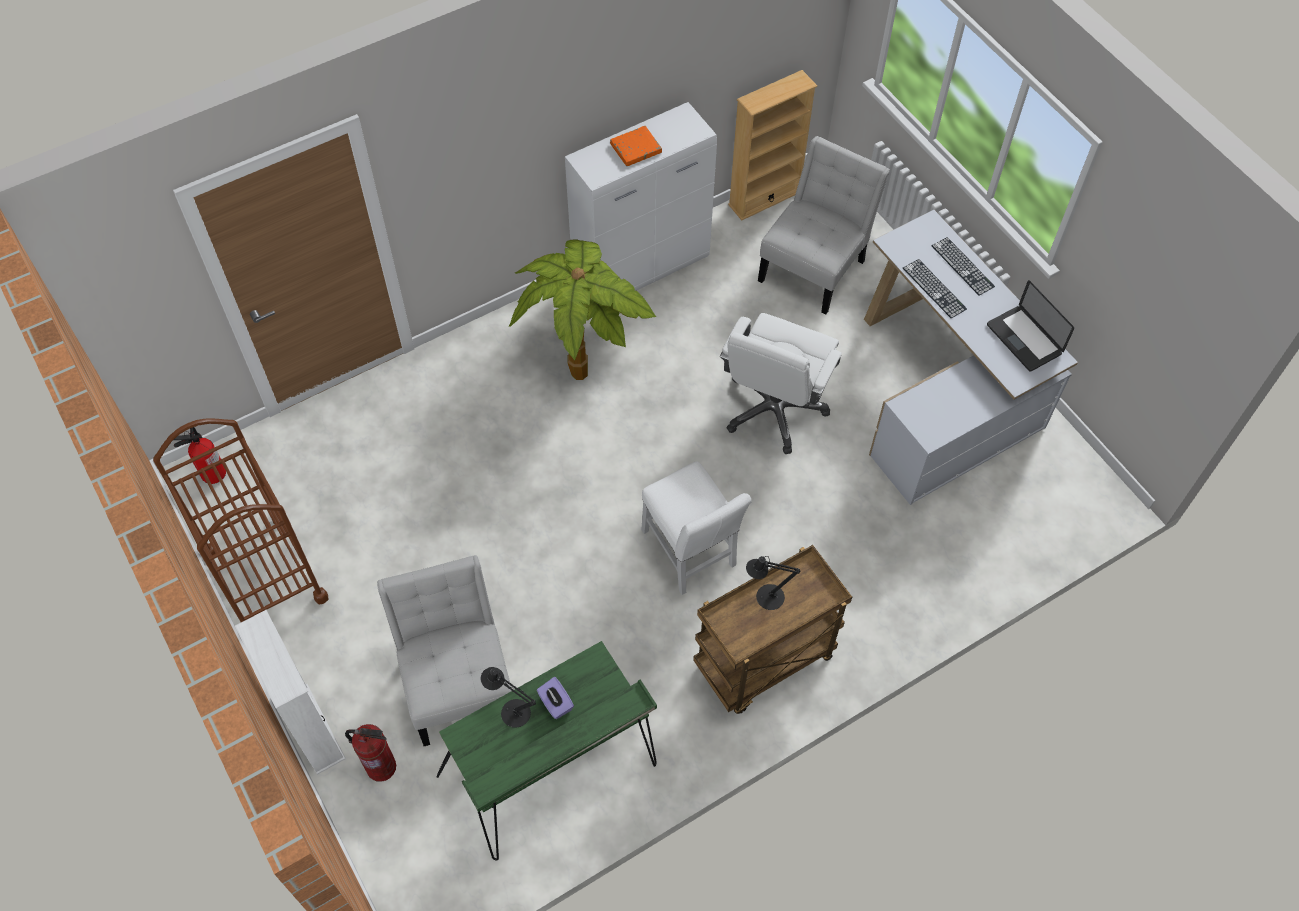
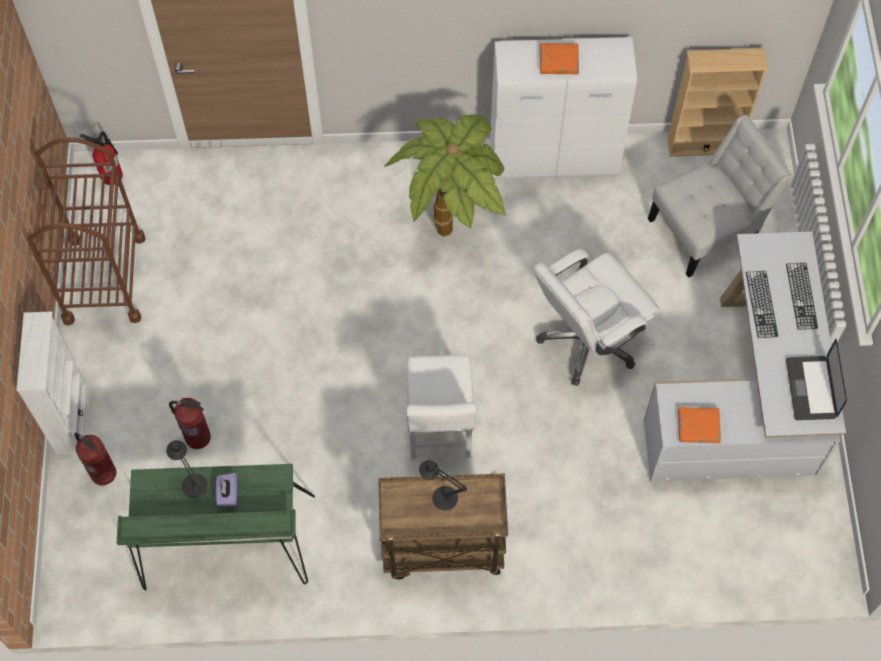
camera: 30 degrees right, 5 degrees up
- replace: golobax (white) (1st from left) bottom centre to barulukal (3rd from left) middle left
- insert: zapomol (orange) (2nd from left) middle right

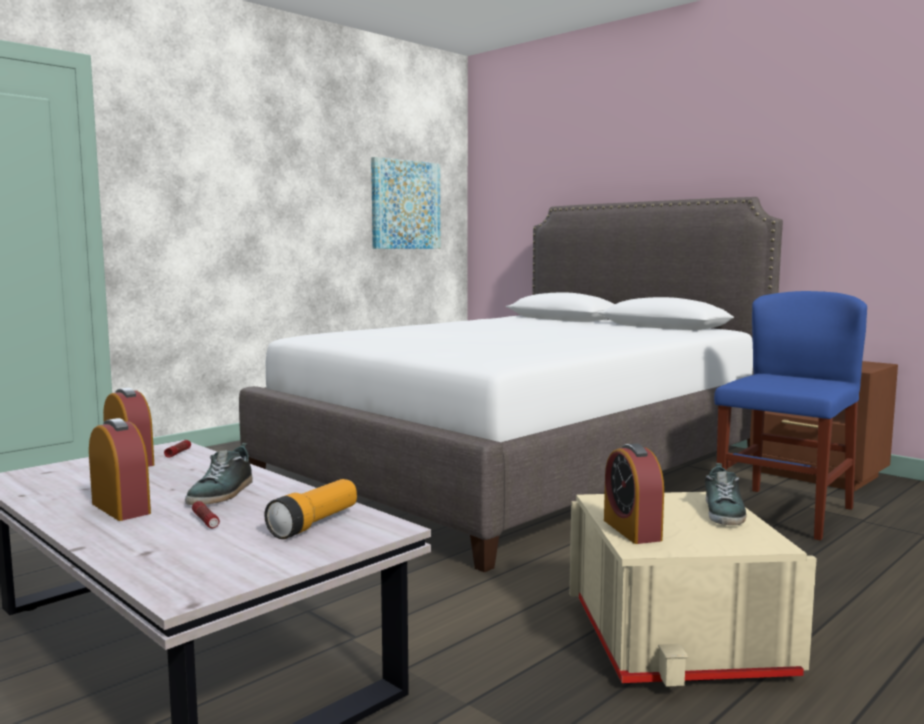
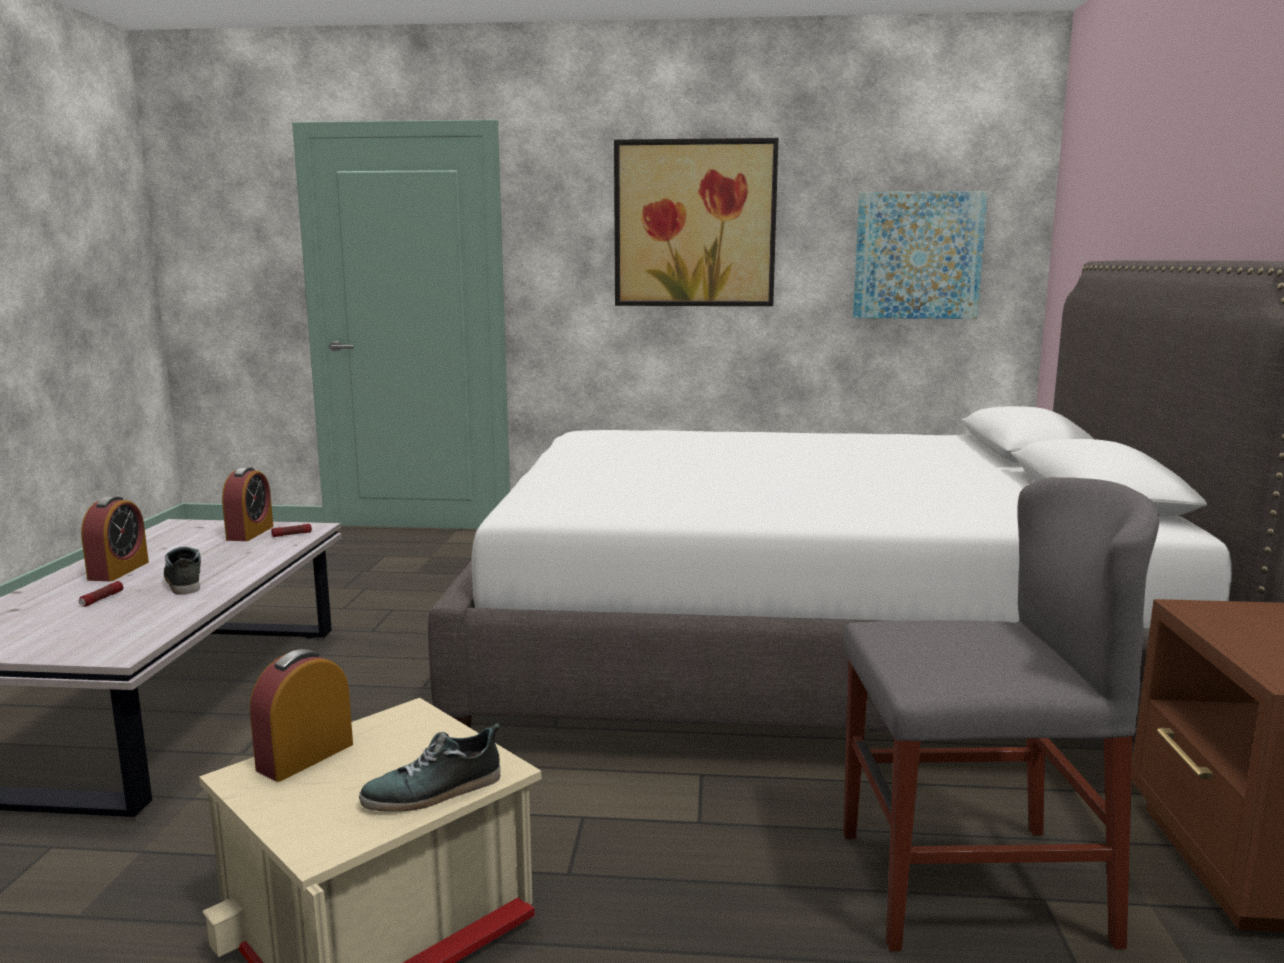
camera: 50 degrees right, 5 degrees up
- rotate: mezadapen (1st from left) middle left = middle left 90 degrees clockwise
- delete: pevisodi (3rd from left) bottom centre
- recolor: golobax (blue) middle right to golobax (grey) bottom right
- insert: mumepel (1st from left) top centre

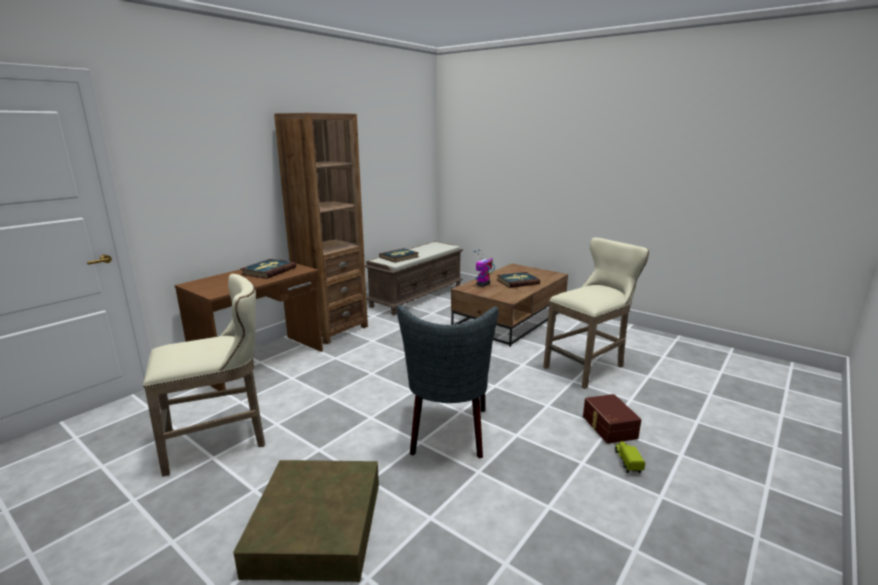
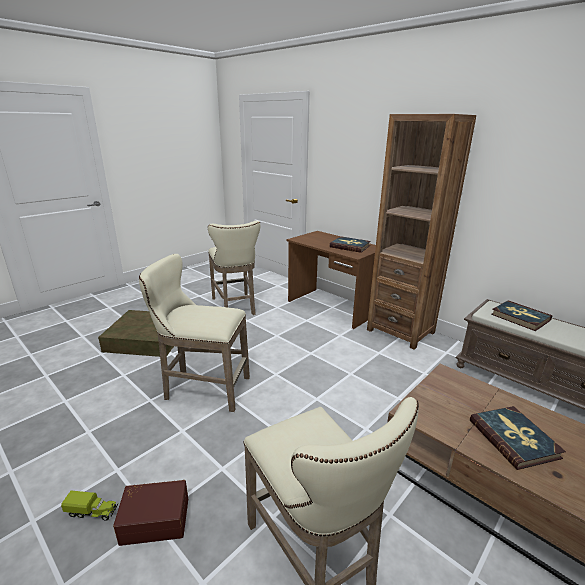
camera: 95 degrees right, 5 degrees up
- replace: golobax (grey) centre to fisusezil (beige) (1st from left) middle left
- delete: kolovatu centre

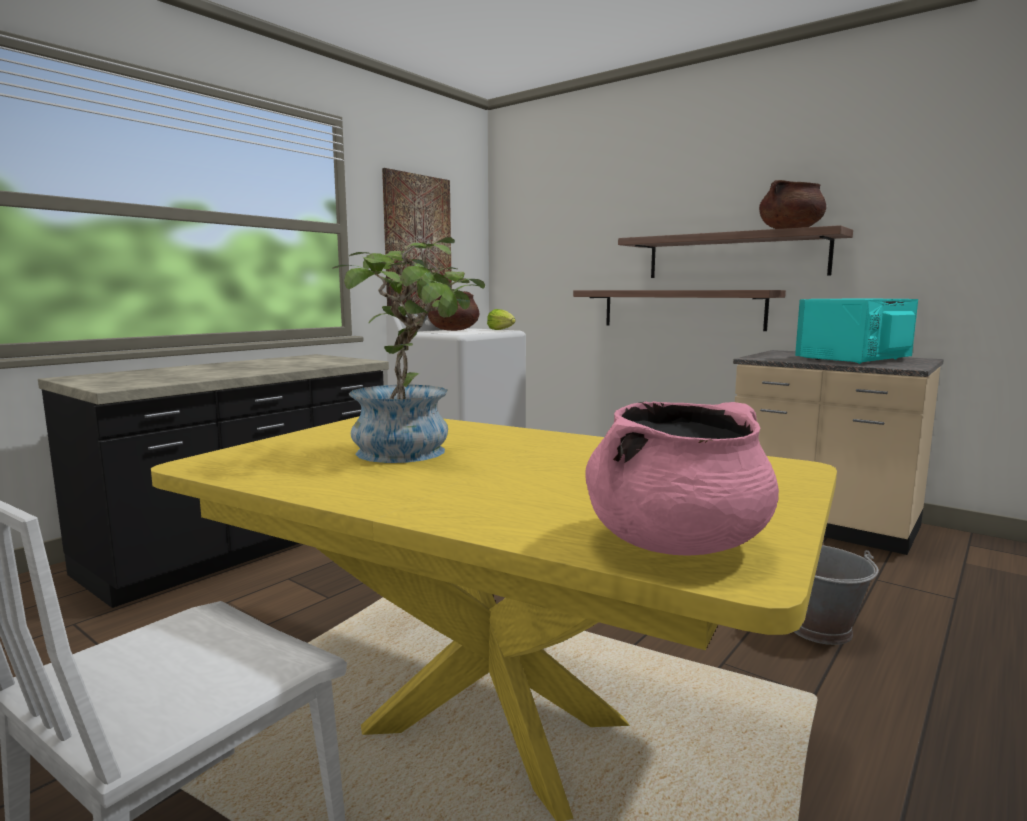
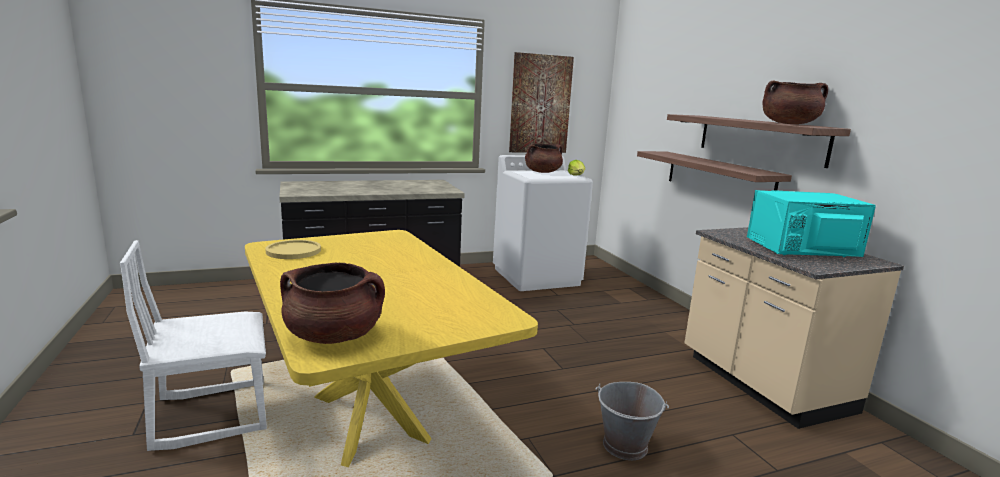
camera: 30 degrees right, 5 degrees up
- delete: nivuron centre
- recolor: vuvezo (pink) centre to vuvezo (brown) (1st from left) middle left
- insert: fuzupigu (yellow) middle left

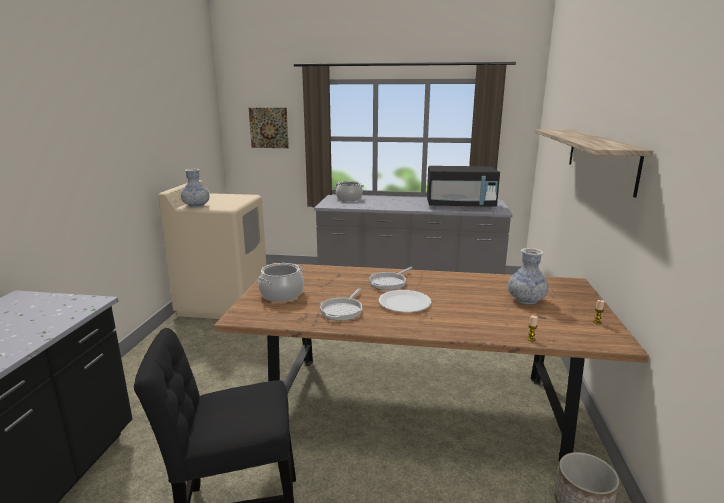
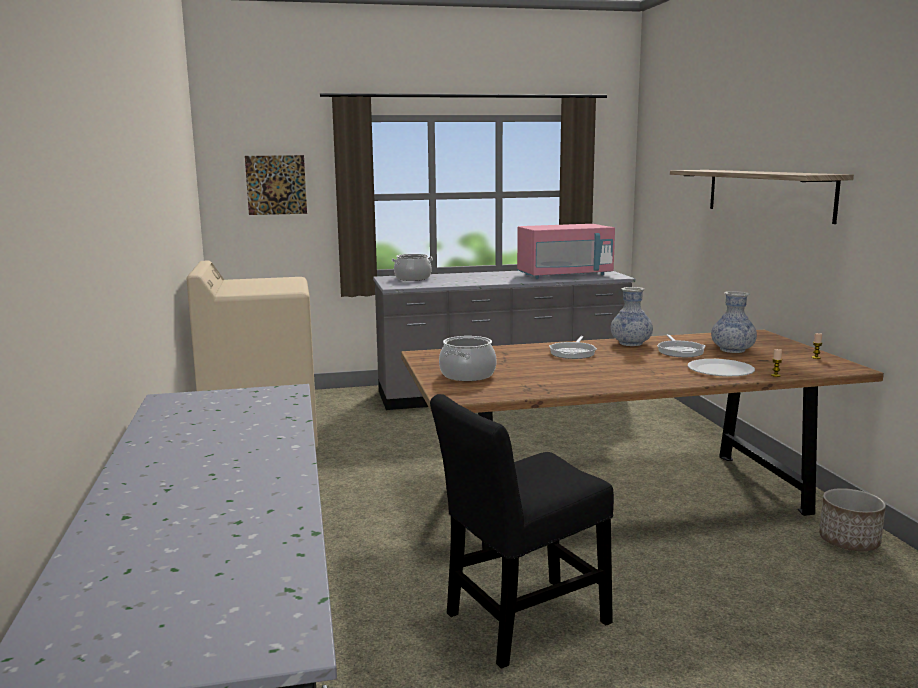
camera: 20 degrees left, 5 degrees down
- move: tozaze (1st from left) middle left to middle right
- move: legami (1st from left in the first image) centre to legami (2nd from left) middle right
- move: fuzupigu (white) centre to middle right
- recolor: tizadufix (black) centre to tizadufix (pink) centre

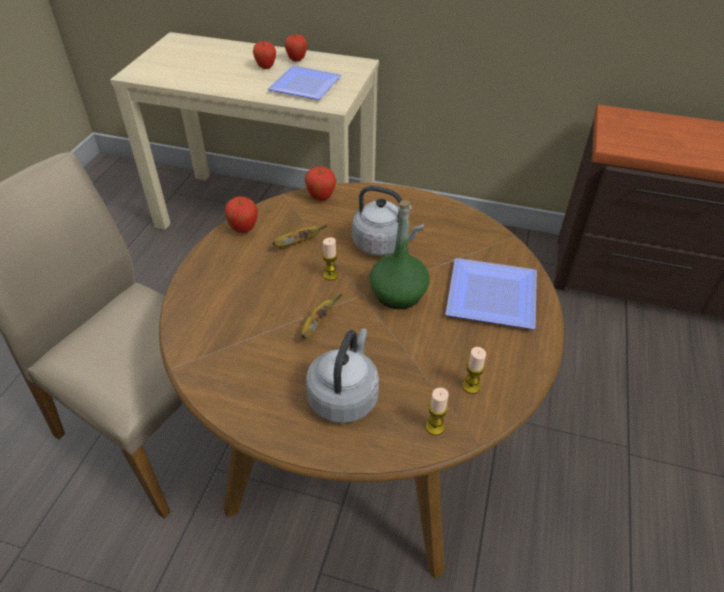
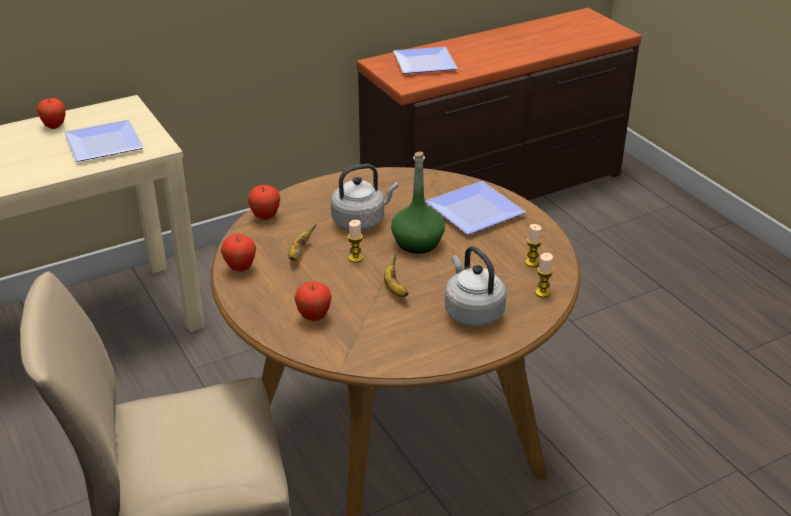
camera: 45 degrees left, 10 degrees down
- move: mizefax (2nd from left in the first image) top centre to mizefax (4th from left) centre
- insert: fuzupigu (2nd from left) top centre

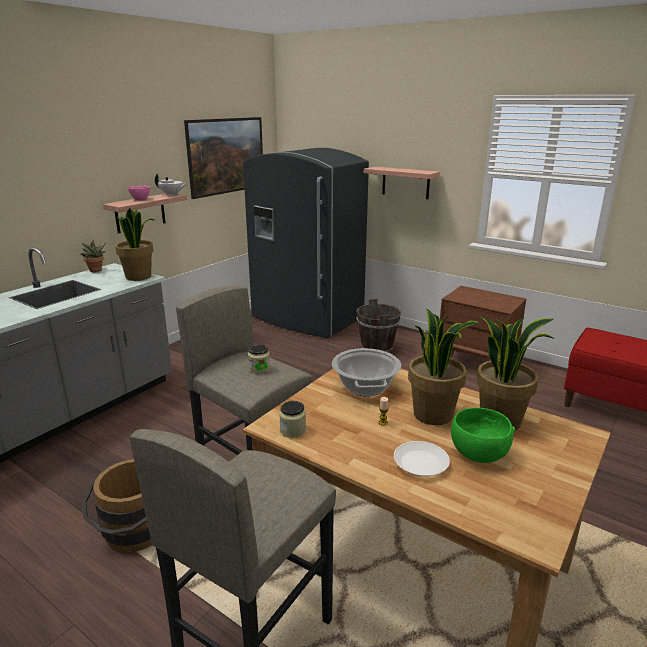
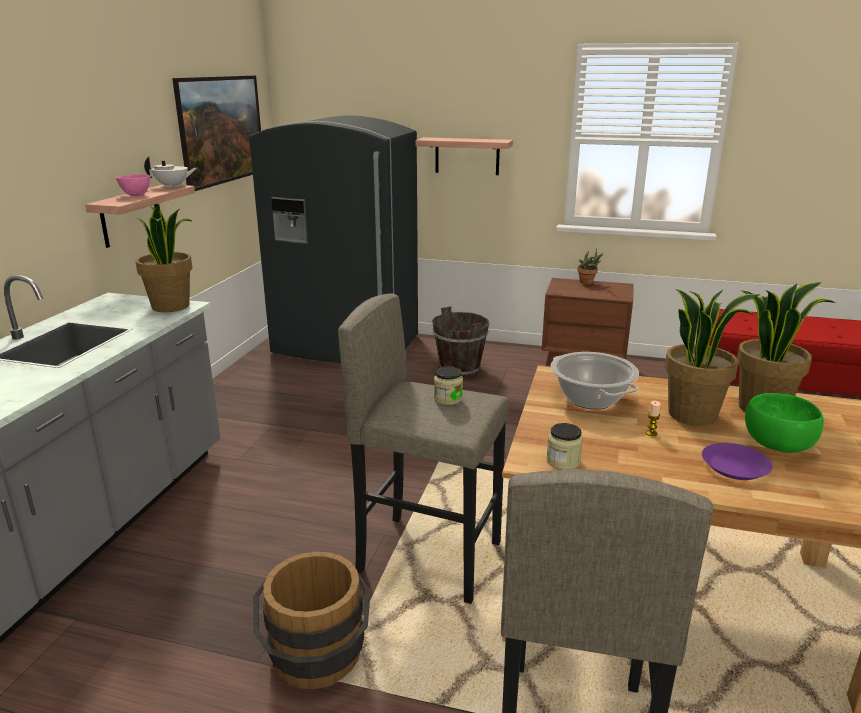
camera: 20 degrees left, 0 degrees up
- move: nivuron (1st from left in the first image) middle left to nivuron (2nd from left) middle right
- recolor: fuzupigu (white) bottom centre to fuzupigu (purple) middle right

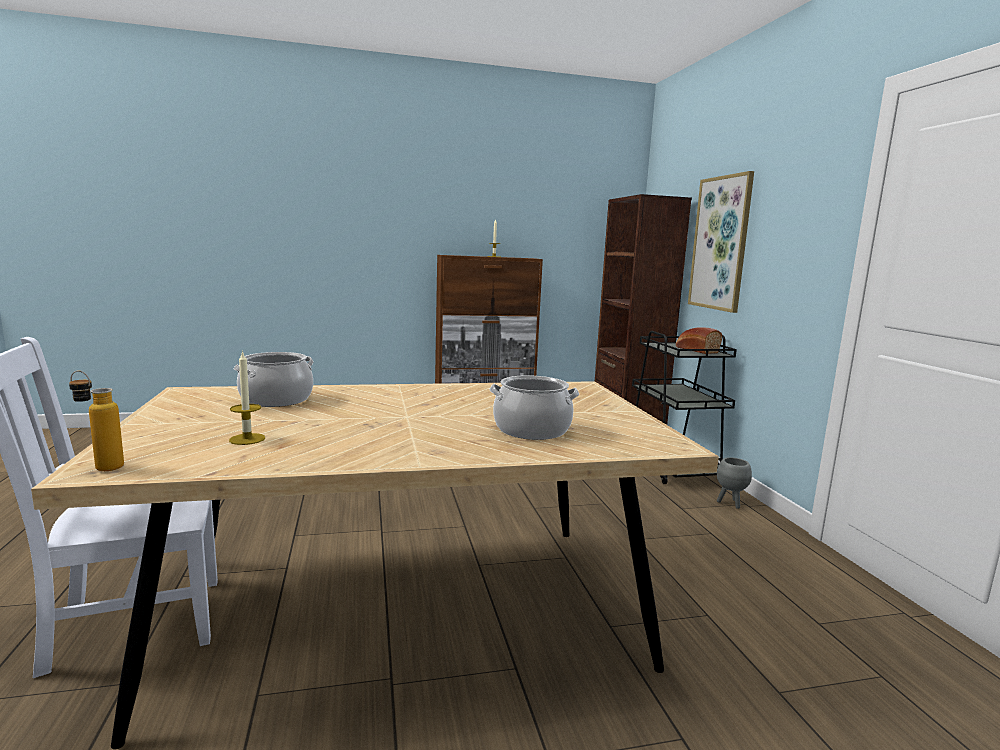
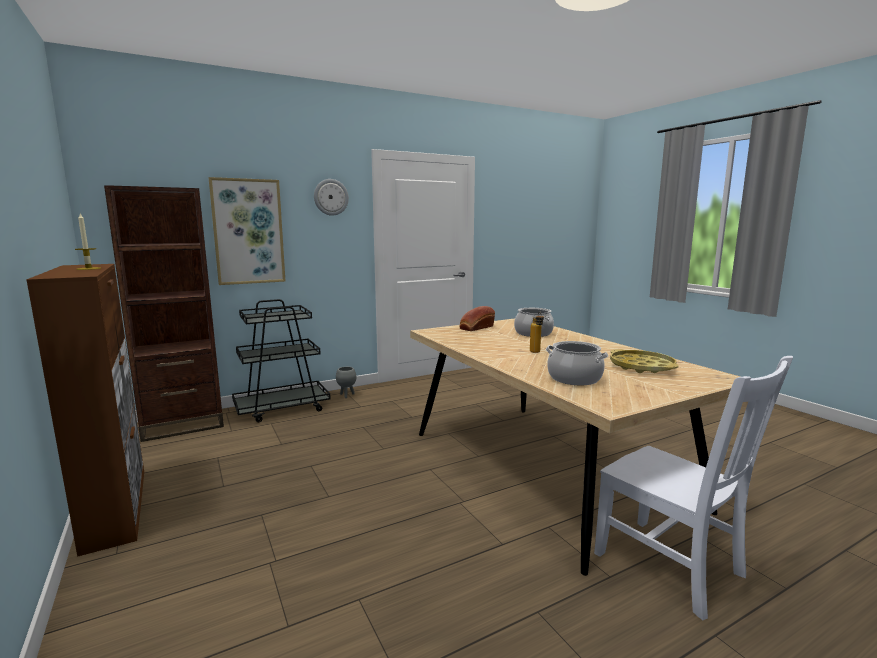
camera: 105 degrees left, 0 degrees up
- move: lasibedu middle left to centre
- replace: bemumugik (1st from left) middle left to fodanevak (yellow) middle right
- move: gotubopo middle right to centre
- insert: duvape top centre

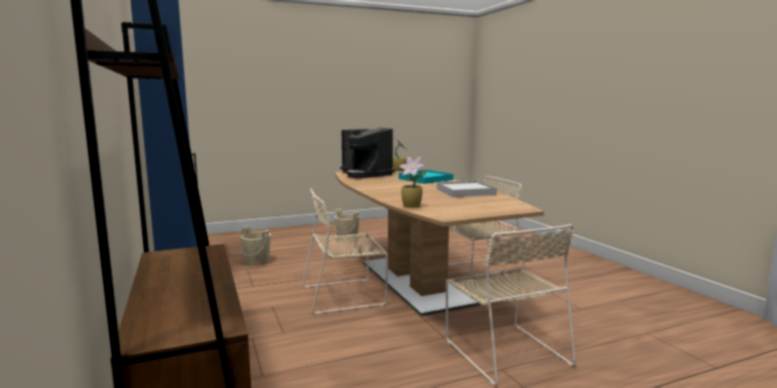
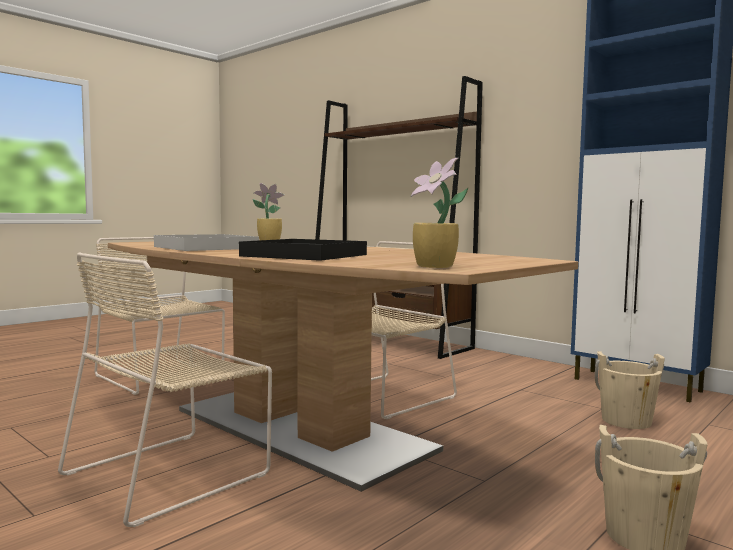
camera: 155 degrees right, 5 degrees down
- delete: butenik centre
- recolor: fodanevak (turquoise) centre to fodanevak (black) centre

